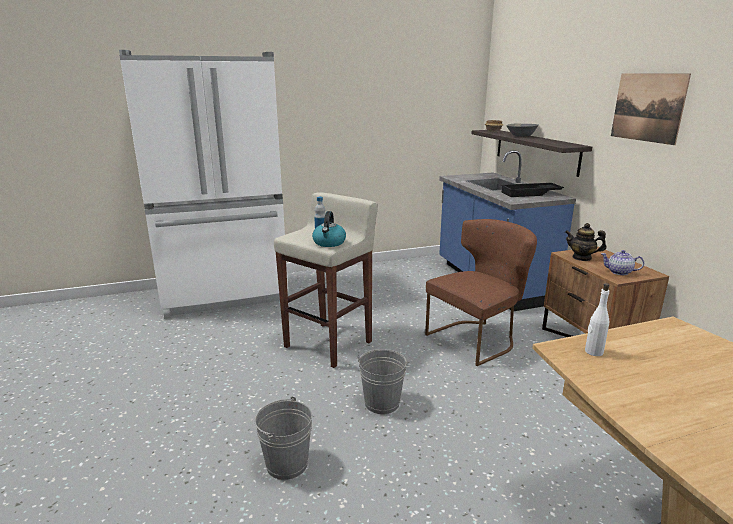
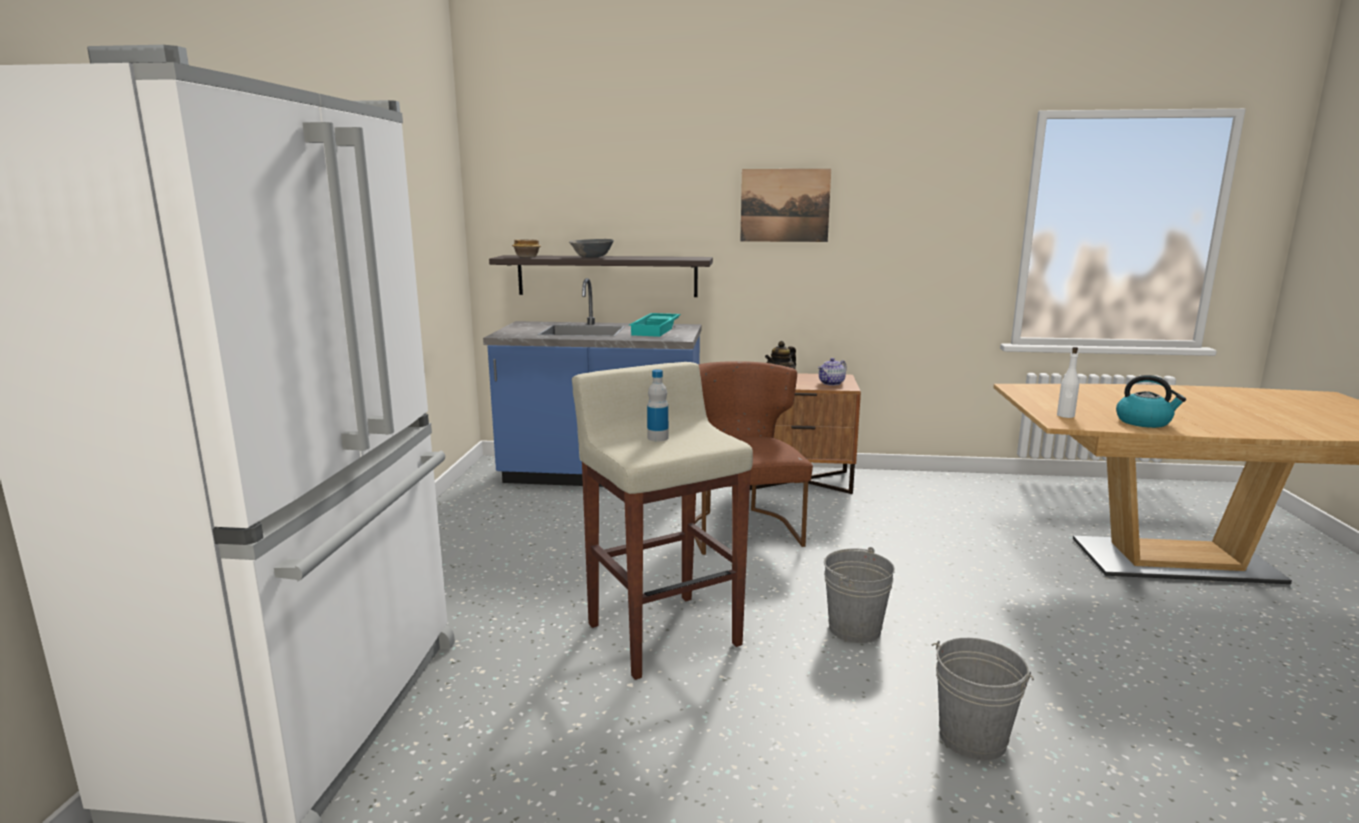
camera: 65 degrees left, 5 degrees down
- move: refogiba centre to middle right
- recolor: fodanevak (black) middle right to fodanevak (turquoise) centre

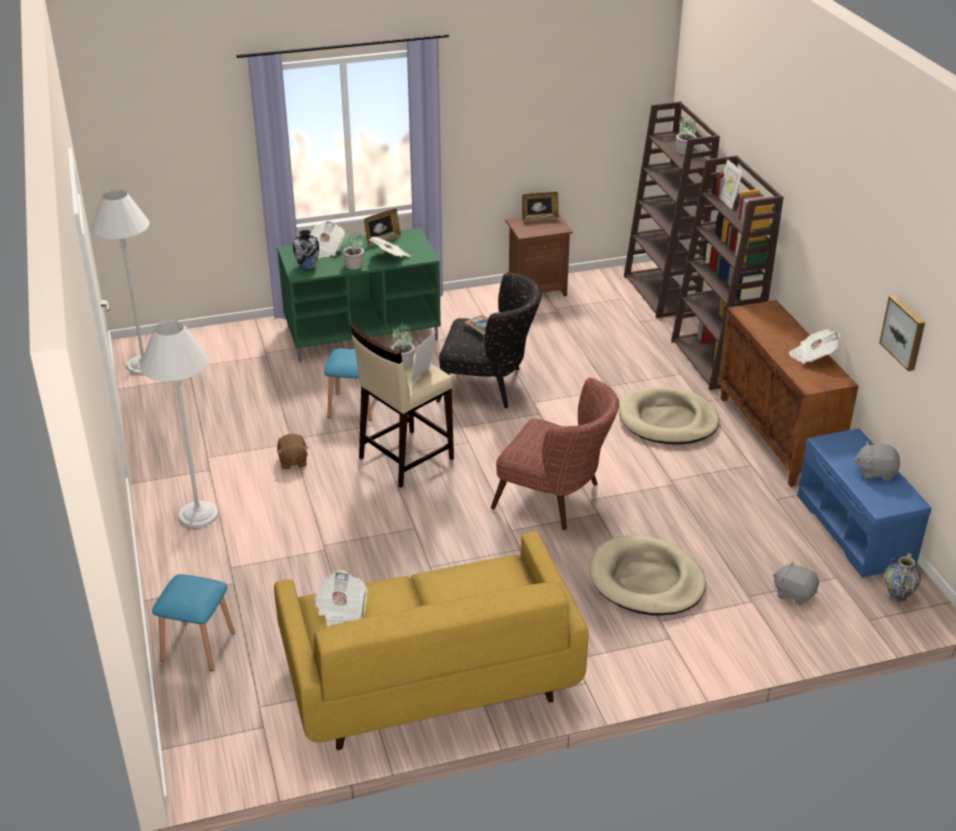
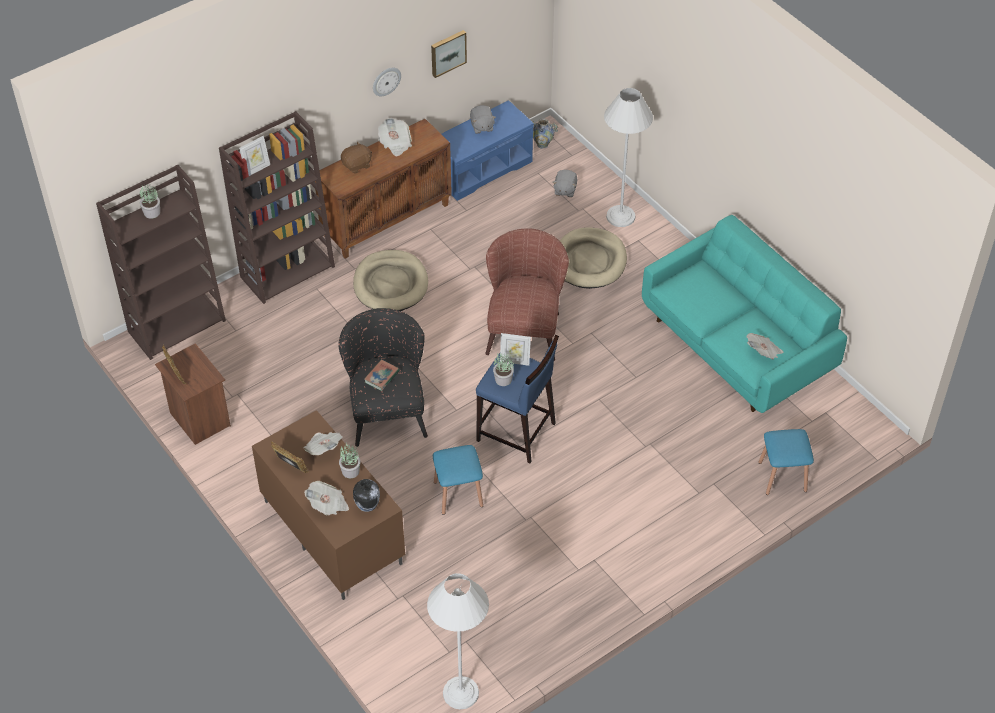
camera: 110 degrees left, 15 degrees up
- move: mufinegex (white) (2nd from left) middle left to top centre
- recolor: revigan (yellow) bottom centre to revigan (turquoise) middle right
- recolor: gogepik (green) centre to gogepik (brown) bottom left
- move: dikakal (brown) middle left to top centre
- recolor: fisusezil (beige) centre to fisusezil (blue) (2nd from left) centre
- insert: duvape top centre

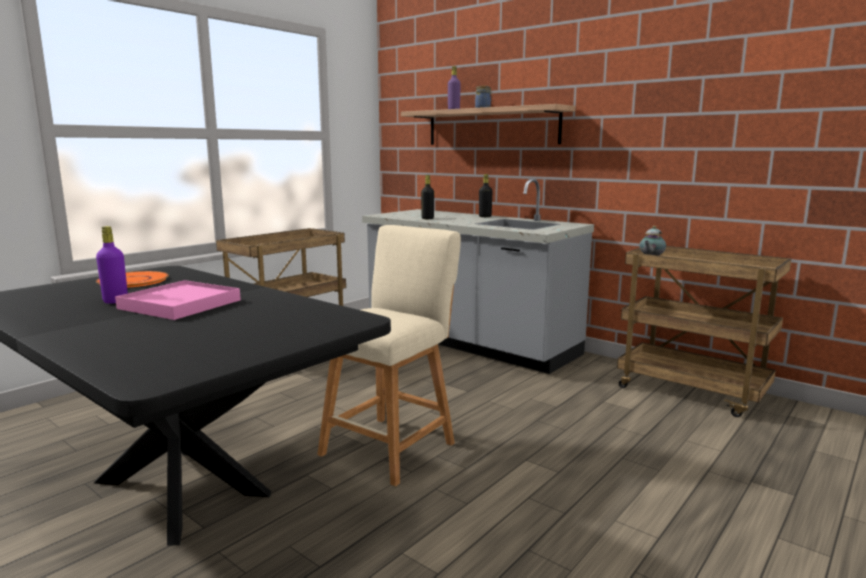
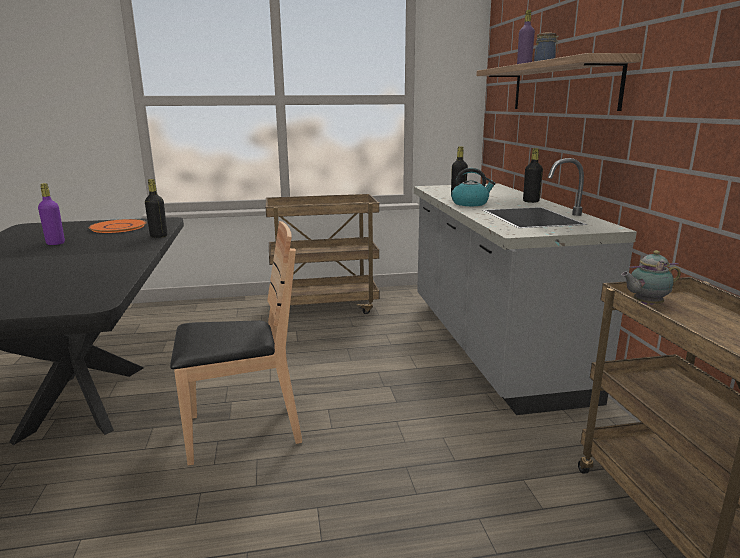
camera: 40 degrees right, 5 degrees up
- delete: fodanevak (pink) middle left
- replace: fisusezil (beige) centre to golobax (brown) middle left
- insert: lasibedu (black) (1st from left) middle left
- insert: refogiba centre

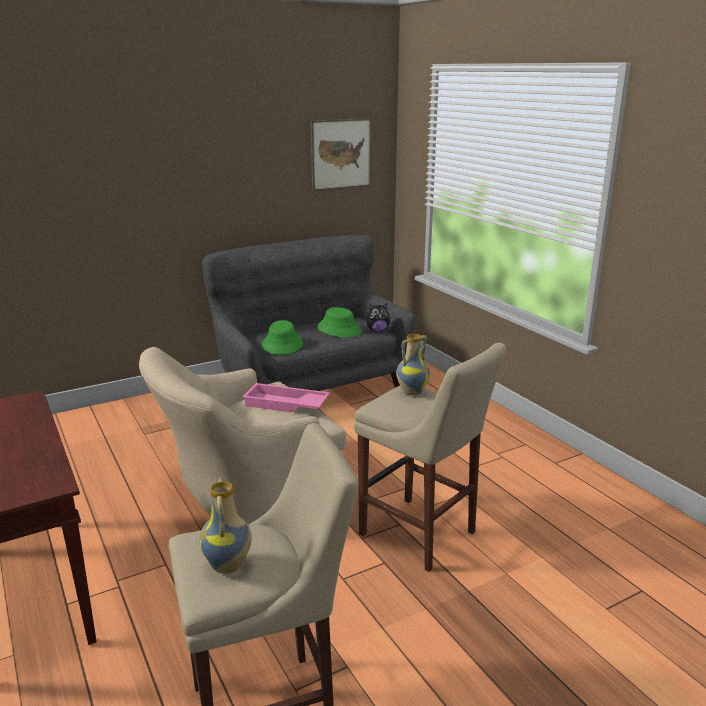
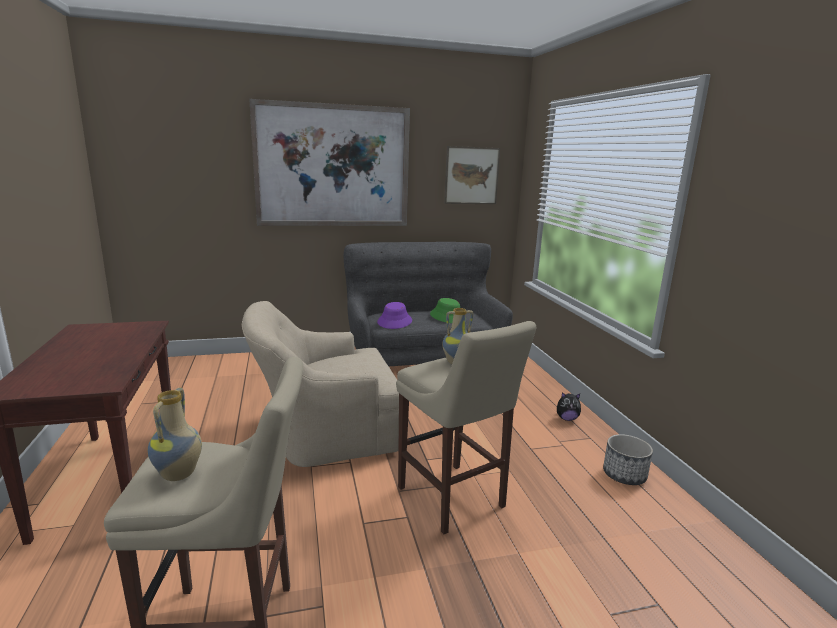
camera: 15 degrees right, 5 degrees down
- delete: fodanevak (pink) centre
- recolor: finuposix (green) (1st from left) centre to finuposix (purple) centre
- move: dikakal centre to middle right
- insert: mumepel (1st from left) top centre
- insert: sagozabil bottom right

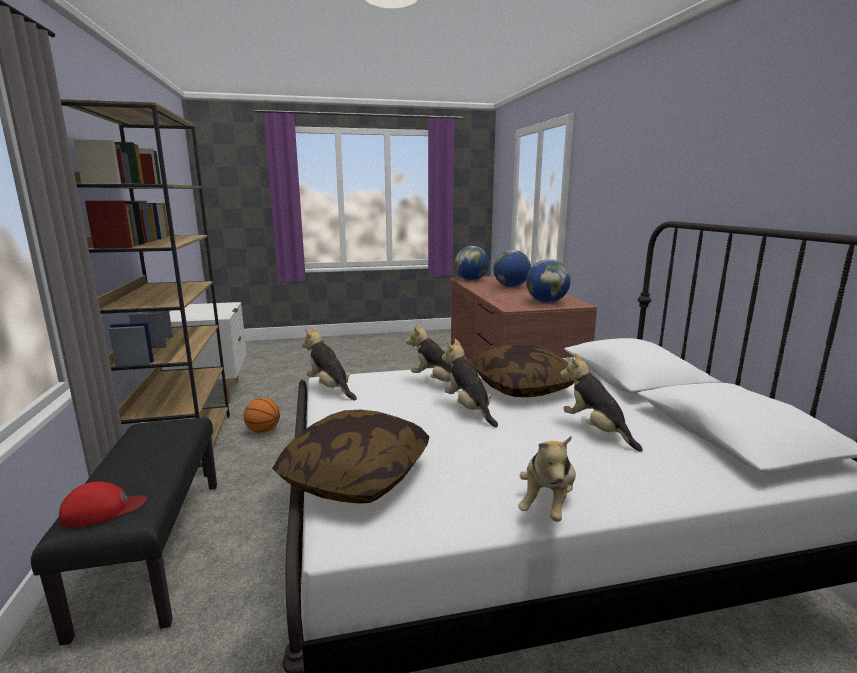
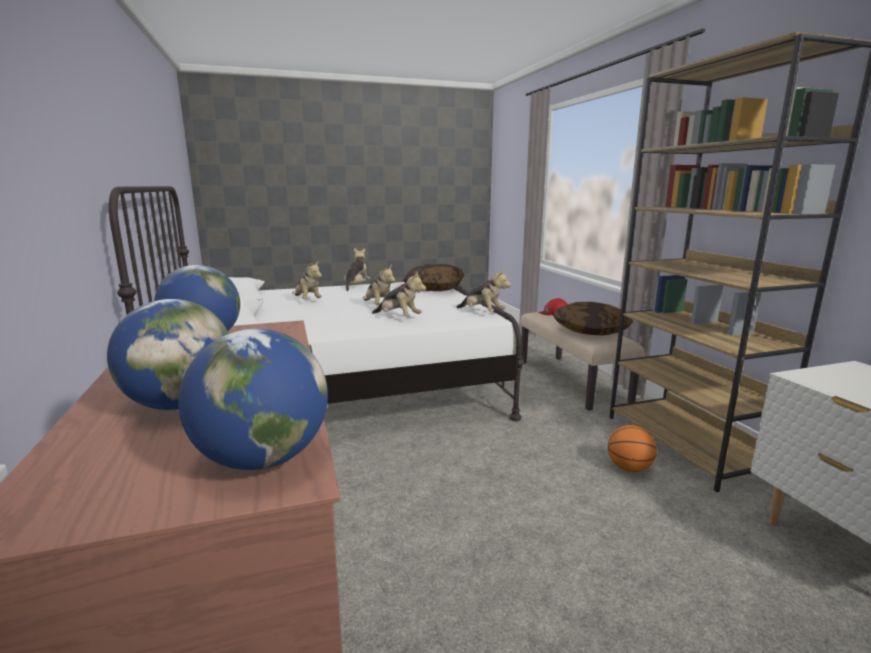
camera: 175 degrees right, 0 degrees up
- recolor: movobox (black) bottom left to movobox (beige) middle right
- move: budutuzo (2nd from left) centre to middle right

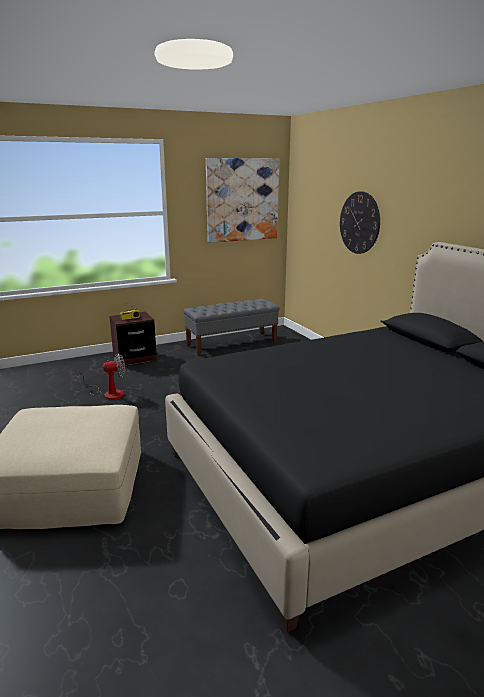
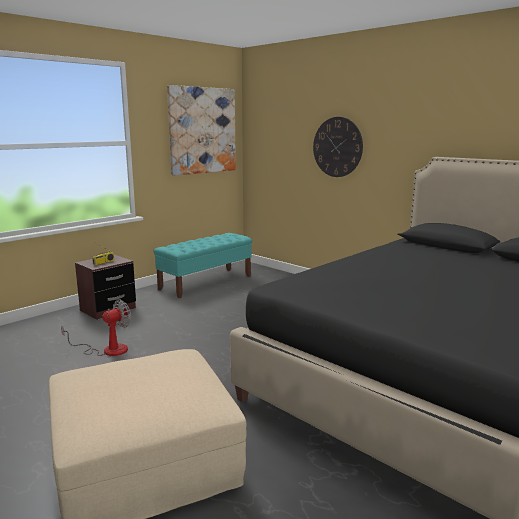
camera: 20 degrees left, 5 degrees down
- recolor: movobox (grey) centre to movobox (turquoise) centre

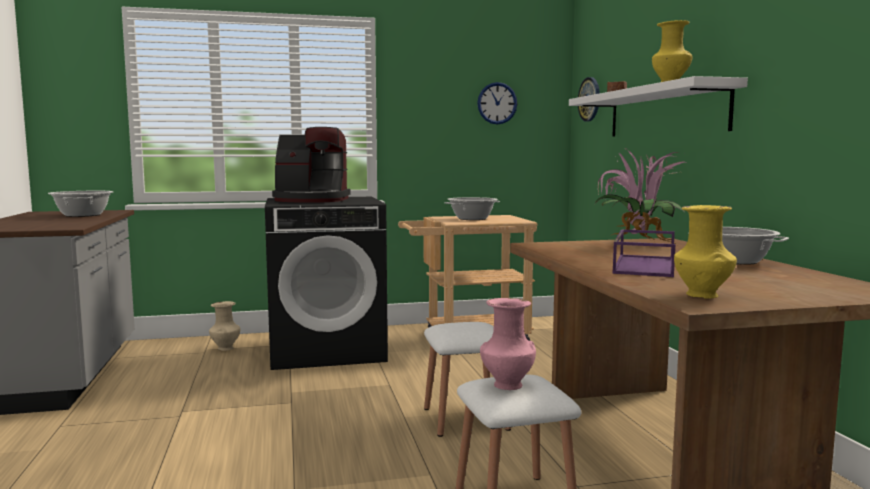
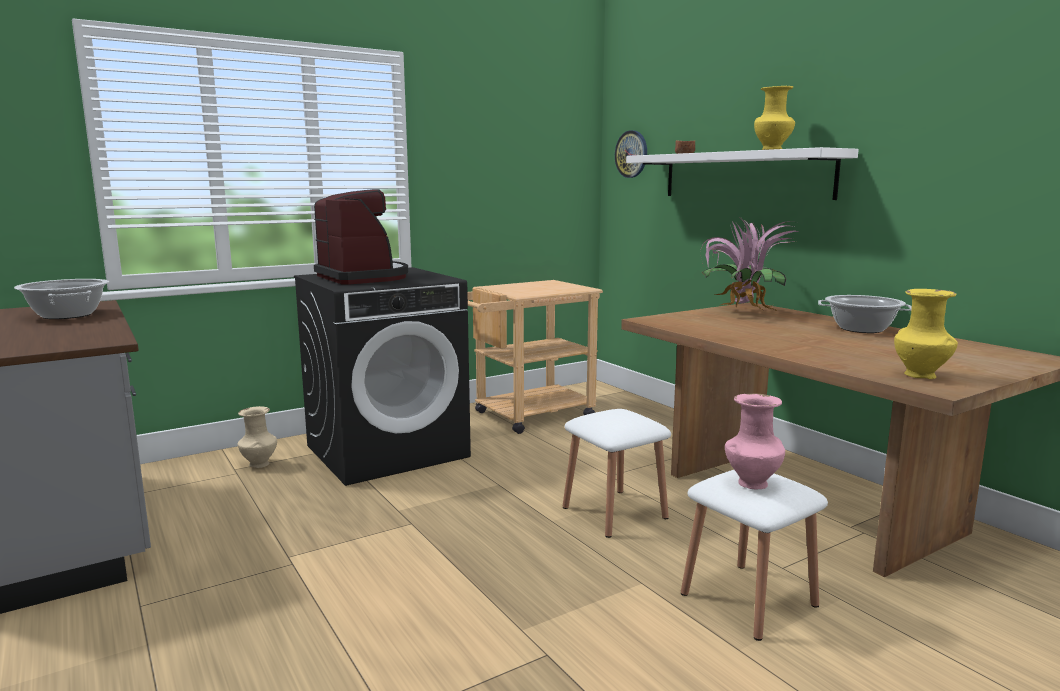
camera: 20 degrees left, 5 degrees up
- rotate: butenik centre = centre 105 degrees counterclockwise
- delete: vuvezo (2nd from left) centre
- delete: duvape (1st from left) top centre
- delete: fodanevak (purple) middle right

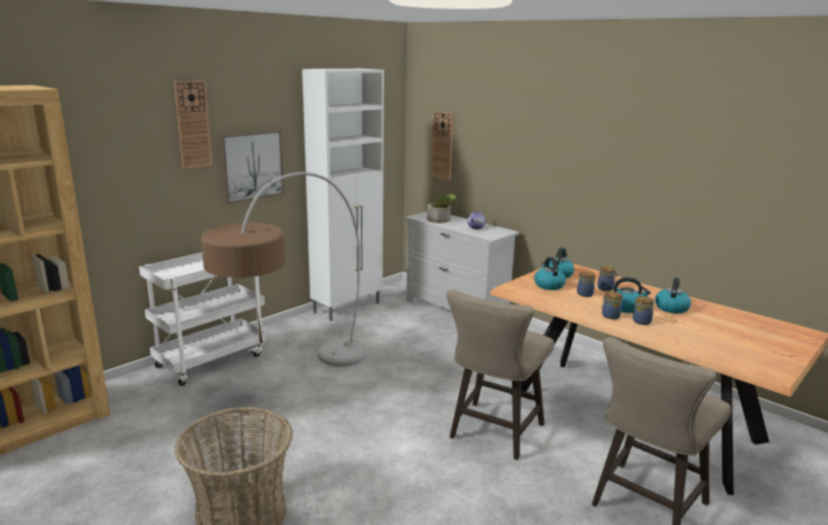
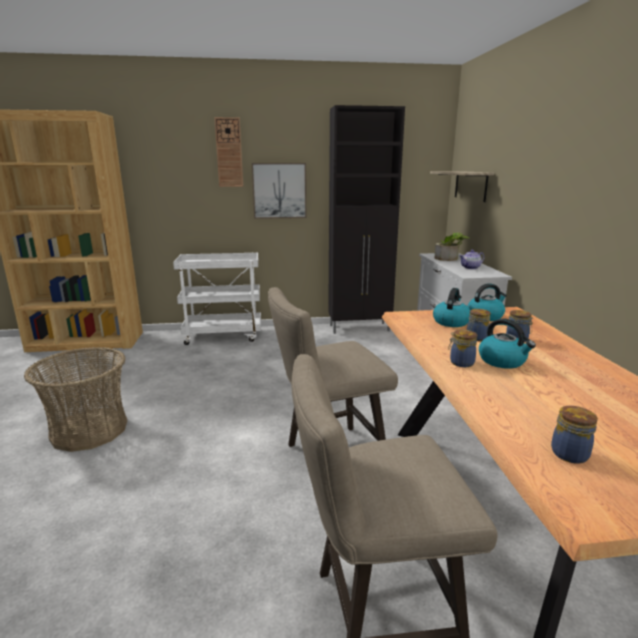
camera: 40 degrees right, 0 degrees up
- delete: mufinegex centre
- recolor: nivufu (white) centre to nivufu (black) centre
- replace: duvape (2nd from left) top centre to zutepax top right
- move: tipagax (4th from left) middle right to bottom right
- delete: refogiba (4th from left) middle right

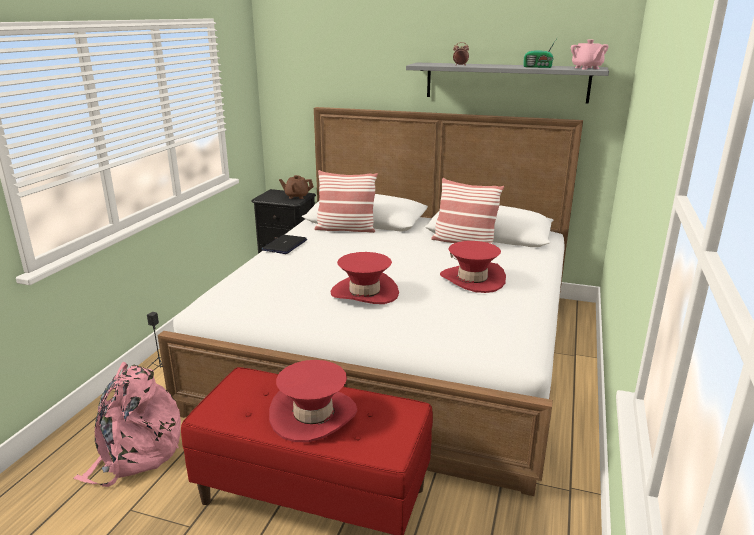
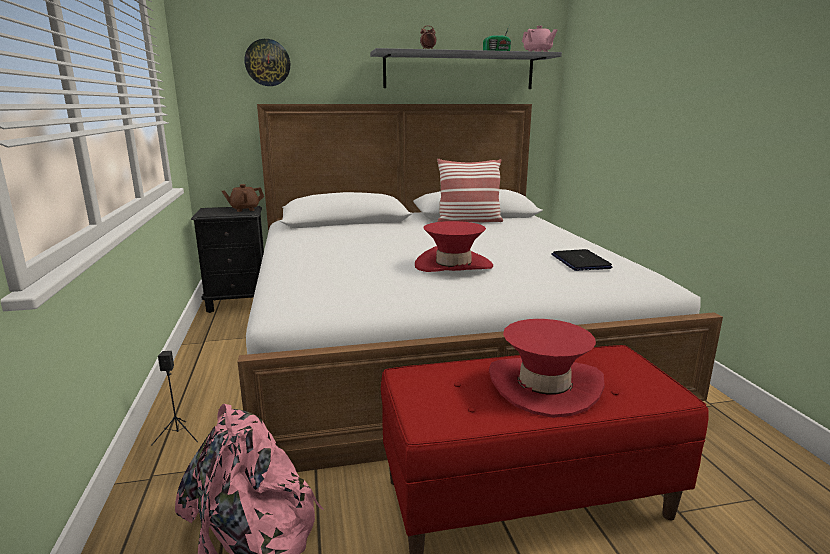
camera: 30 degrees left, 5 degrees down
- move: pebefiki centre to middle right
- delete: budutuzo (1st from left) centre
- delete: finuposix (red) (3rd from left) centre
- insert: duvape top left

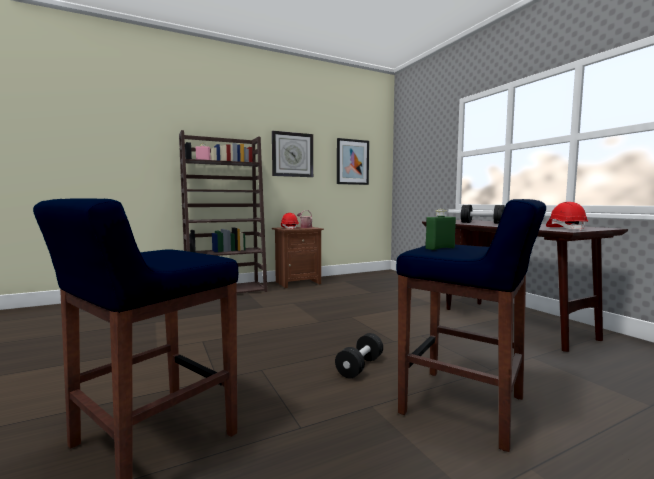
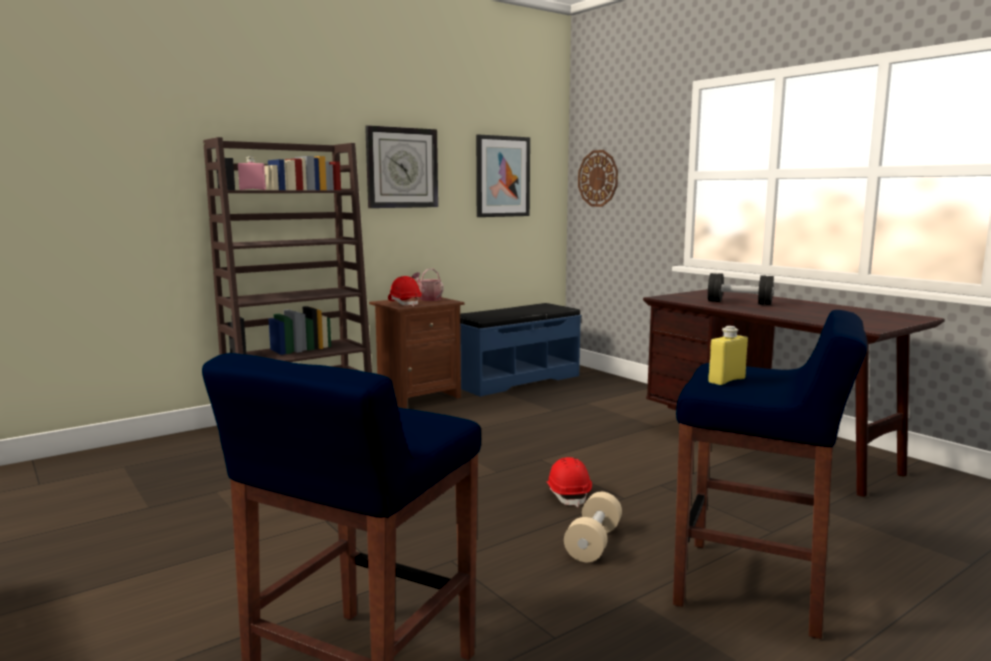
camera: 10 degrees left, 5 degrees up
- recolor: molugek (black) (1st from left) bottom centre to molugek (beige) bottom centre
- recolor: lasibedu (green) middle right to lasibedu (yellow) middle right
- move: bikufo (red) (2nd from left) middle right to bottom centre
- insert: movobox (blue) centre
- insert: duvape (2nd from left) top centre

